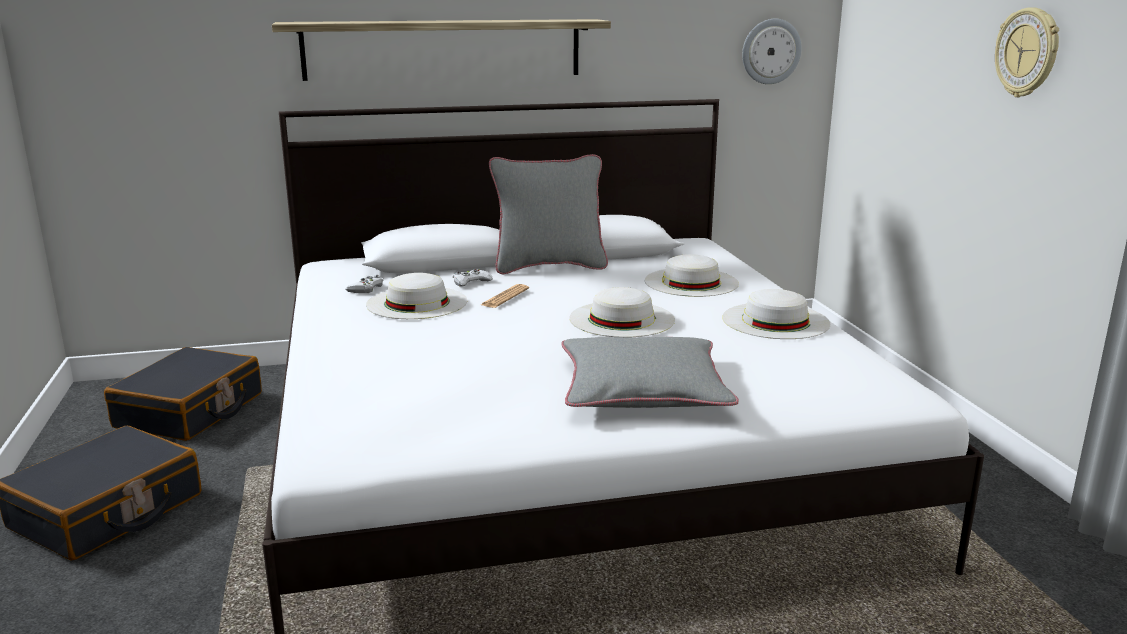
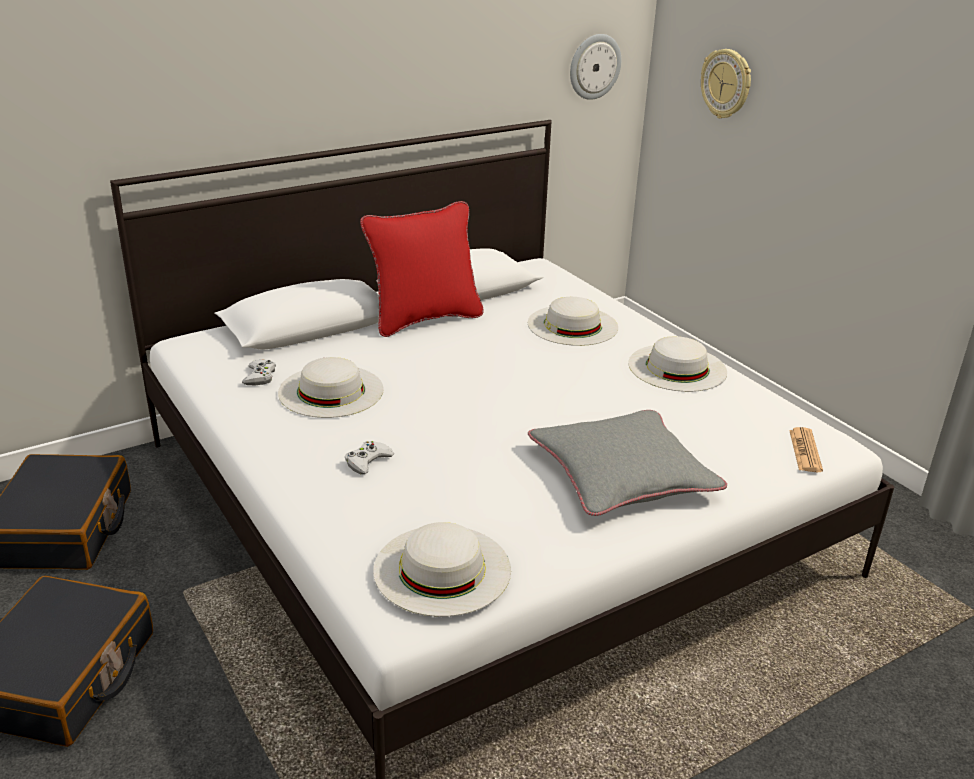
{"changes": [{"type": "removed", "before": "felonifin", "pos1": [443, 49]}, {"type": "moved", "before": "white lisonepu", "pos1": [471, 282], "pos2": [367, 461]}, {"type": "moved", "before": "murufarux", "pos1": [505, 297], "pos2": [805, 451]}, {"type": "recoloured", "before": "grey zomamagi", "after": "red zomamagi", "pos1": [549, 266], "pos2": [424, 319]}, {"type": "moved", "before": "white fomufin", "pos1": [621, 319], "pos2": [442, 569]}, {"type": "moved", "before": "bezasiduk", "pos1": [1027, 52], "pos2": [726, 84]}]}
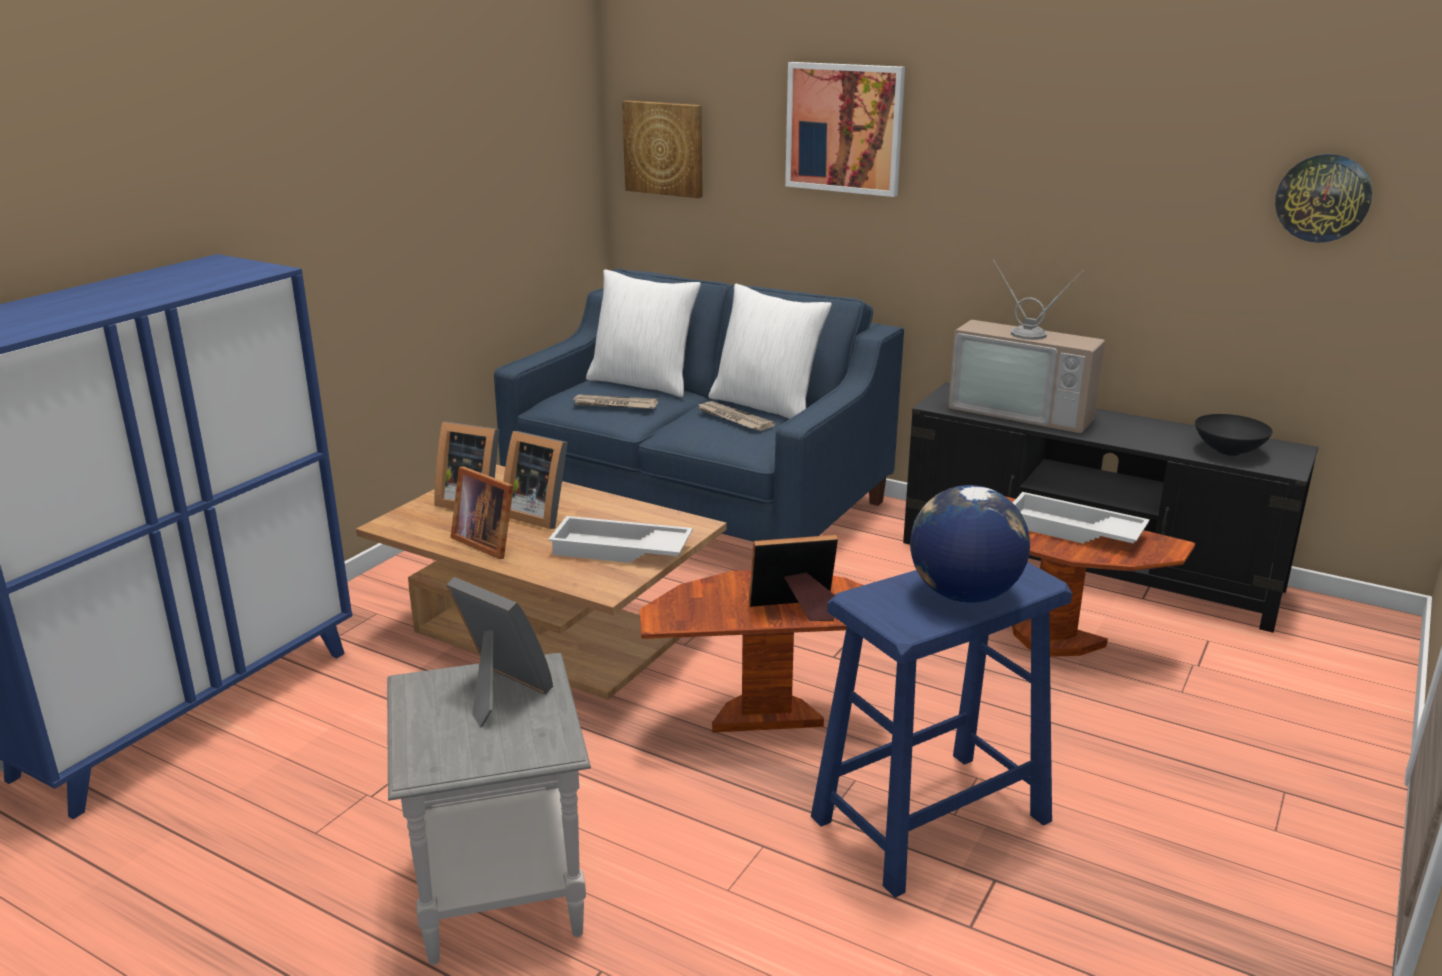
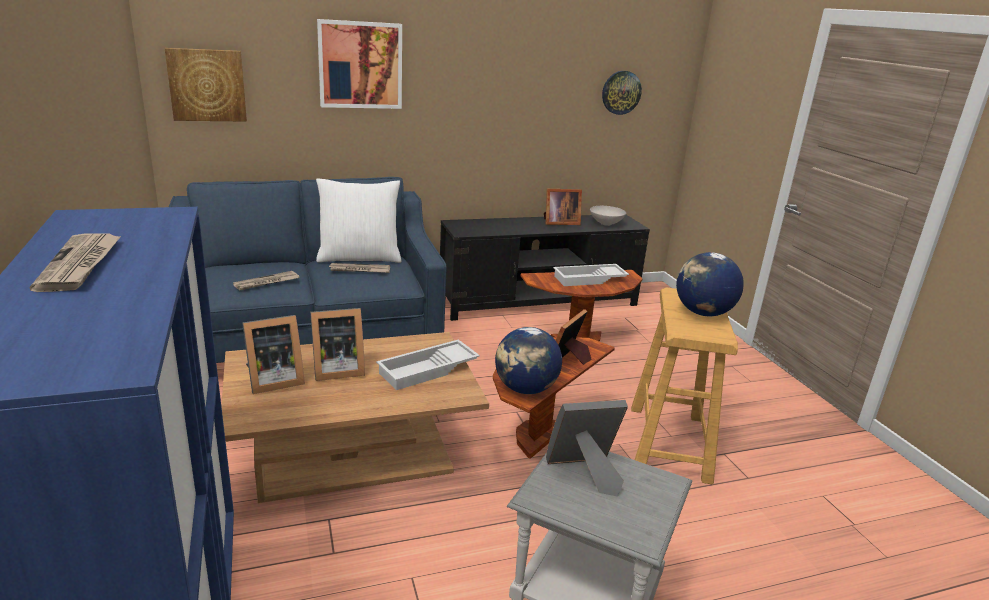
{"changes": [{"type": "moved", "before": "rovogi", "pos1": [487, 542], "pos2": [559, 222]}, {"type": "removed", "before": "white zomamagi", "pos1": [643, 383]}, {"type": "recoloured", "before": "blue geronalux", "after": "beige geronalux", "pos1": [932, 819], "pos2": [669, 443]}, {"type": "removed", "before": "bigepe", "pos1": [1024, 411]}, {"type": "recoloured", "before": "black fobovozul", "after": "white fobovozul", "pos1": [1228, 451], "pos2": [605, 223]}, {"type": "added", "after": "murufarux", "pos2": [80, 265]}, {"type": "added", "after": "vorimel", "pos2": [525, 389]}]}
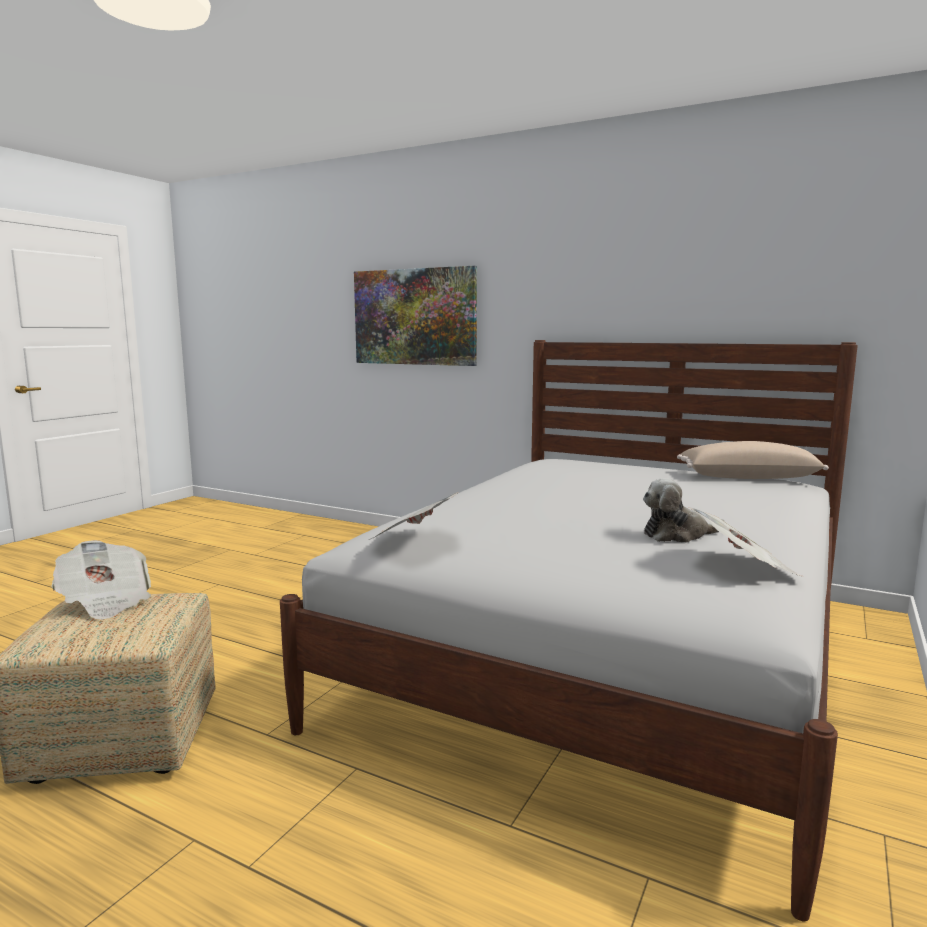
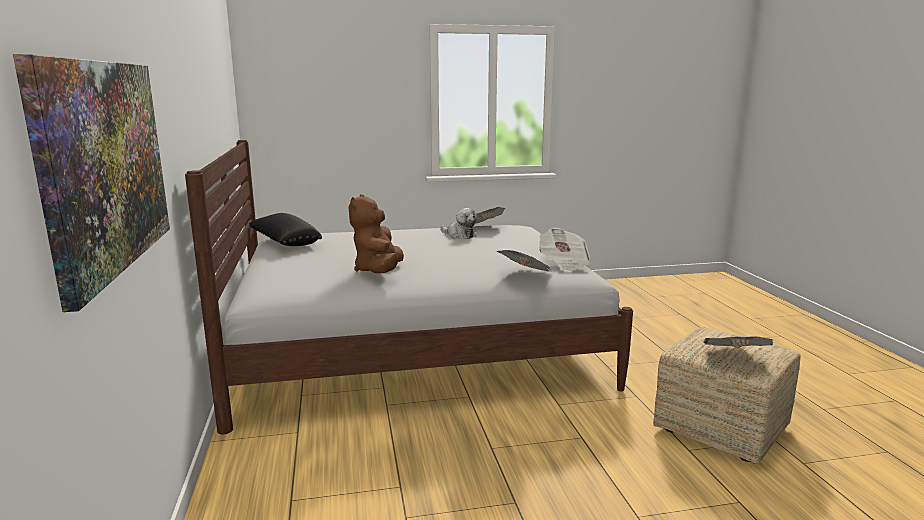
{"changes": [{"type": "recoloured", "before": "beige zomamagi", "after": "black zomamagi", "pos1": [747, 477], "pos2": [284, 242]}, {"type": "added", "after": "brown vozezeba", "pos2": [379, 271]}, {"type": "added", "after": "murufarux", "pos2": [526, 276]}]}
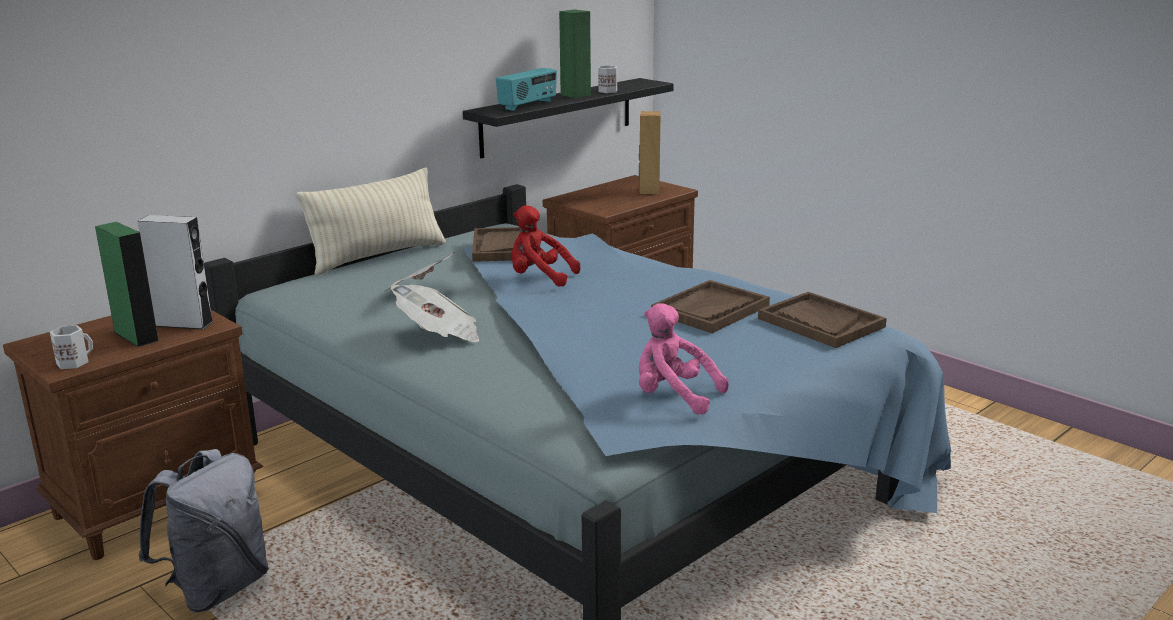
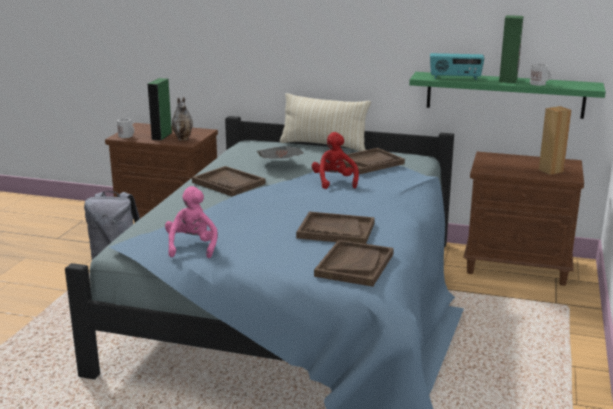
{"changes": [{"type": "replaced", "before": "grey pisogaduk", "after": "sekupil", "pos1": [184, 323], "pos2": [183, 138]}, {"type": "replaced", "before": "murufarux", "after": "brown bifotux", "pos1": [439, 335], "pos2": [228, 183]}, {"type": "recoloured", "before": "black felonifin", "after": "green felonifin", "pos1": [557, 117], "pos2": [504, 95]}]}
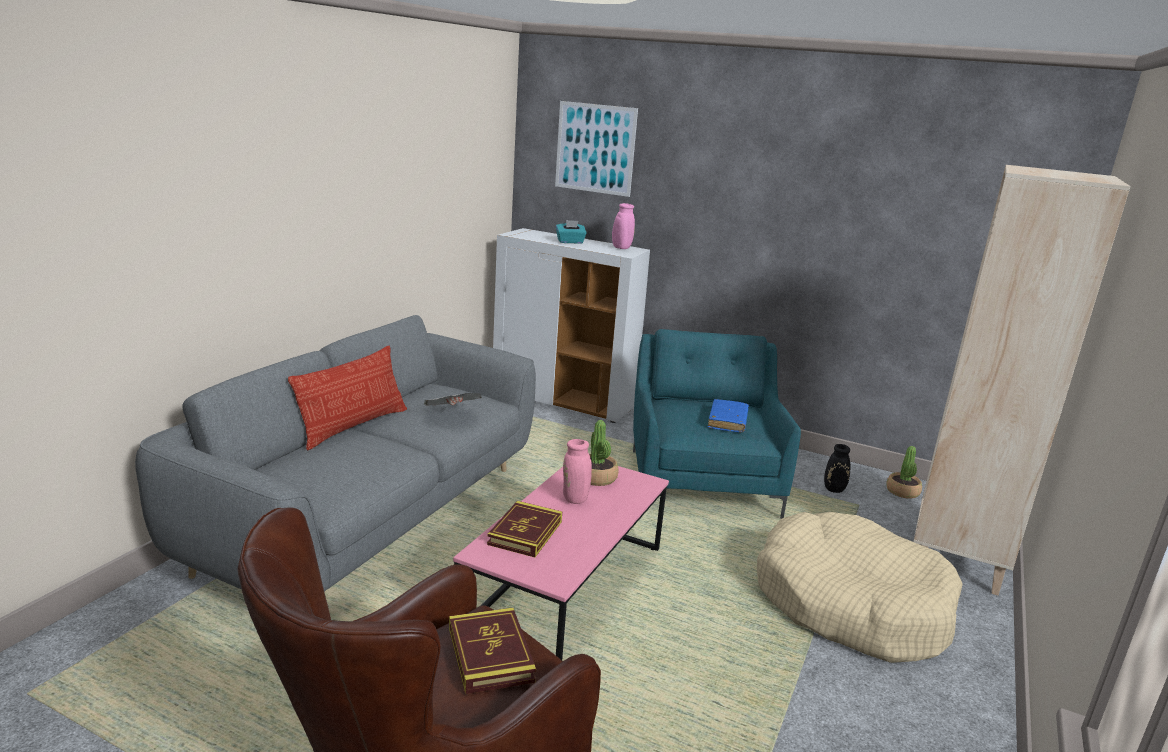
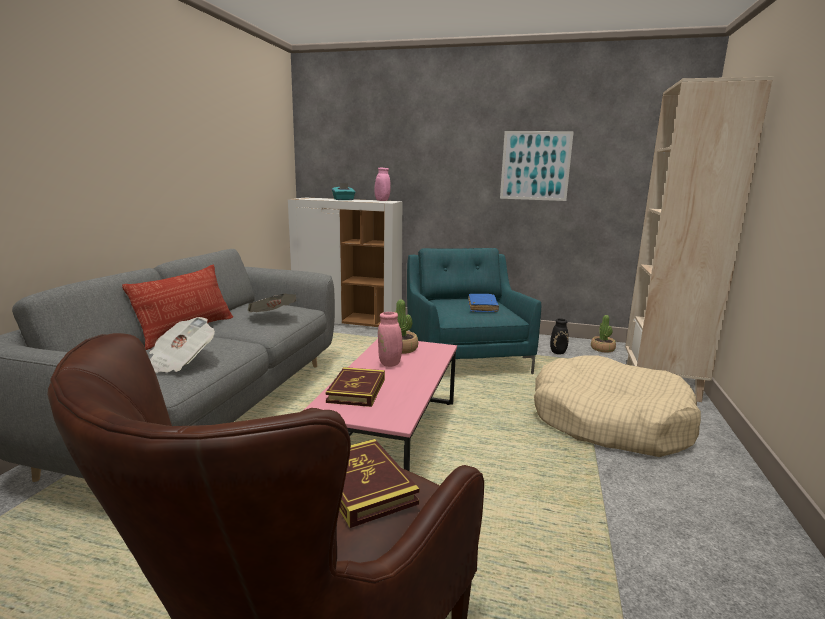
{"changes": [{"type": "moved", "before": "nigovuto", "pos1": [595, 148], "pos2": [535, 166]}, {"type": "added", "after": "murufarux", "pos2": [179, 362]}]}
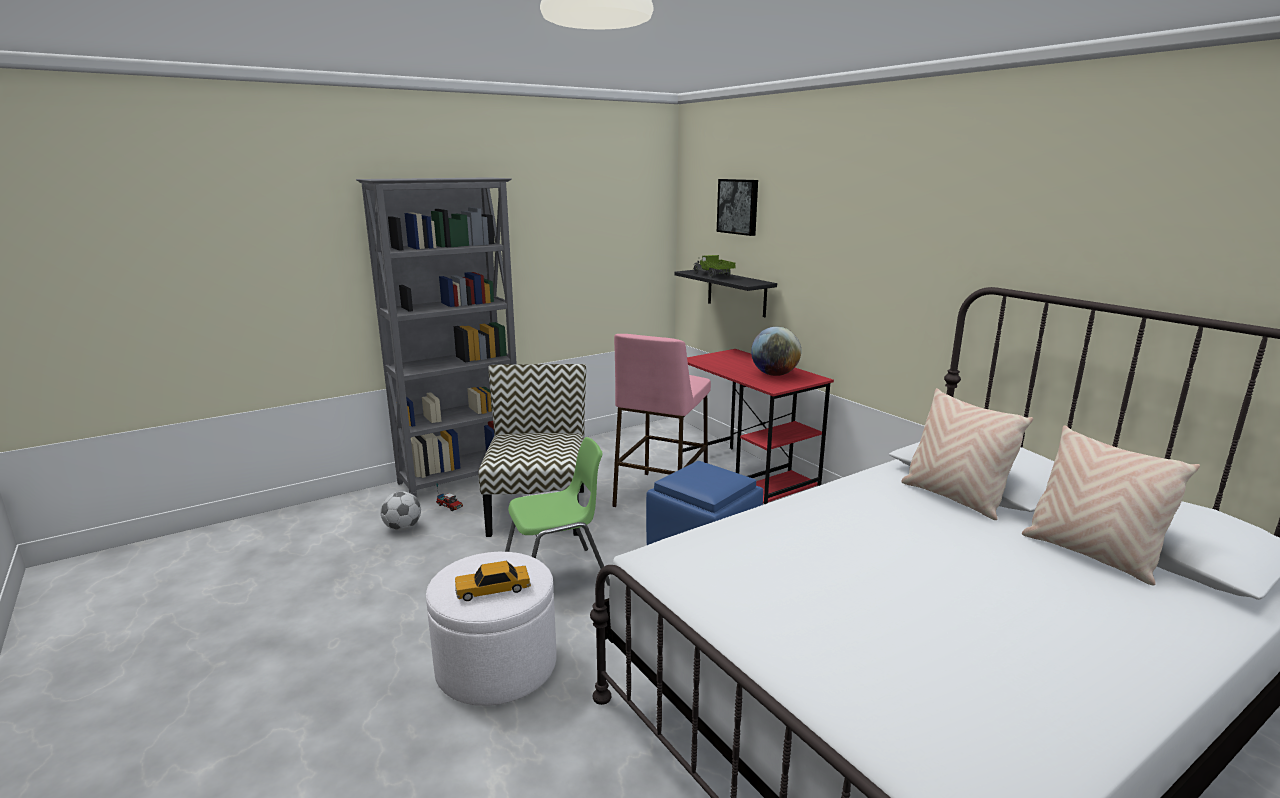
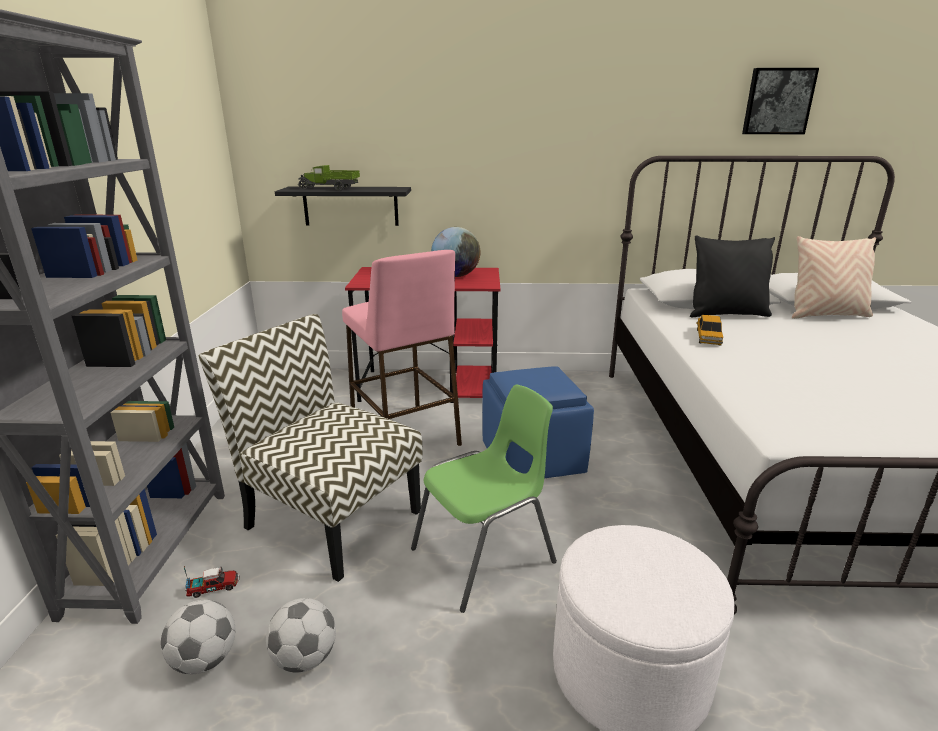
{"changes": [{"type": "moved", "before": "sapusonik", "pos1": [492, 589], "pos2": [708, 337]}, {"type": "turned", "before": "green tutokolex", "pos1": [557, 575], "pos2": [486, 556], "turn": 45}, {"type": "moved", "before": "nigovuto", "pos1": [739, 206], "pos2": [777, 101]}, {"type": "recoloured", "before": "beige zomamagi", "after": "black zomamagi", "pos1": [953, 498], "pos2": [726, 314]}, {"type": "added", "after": "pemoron", "pos2": [305, 658]}]}
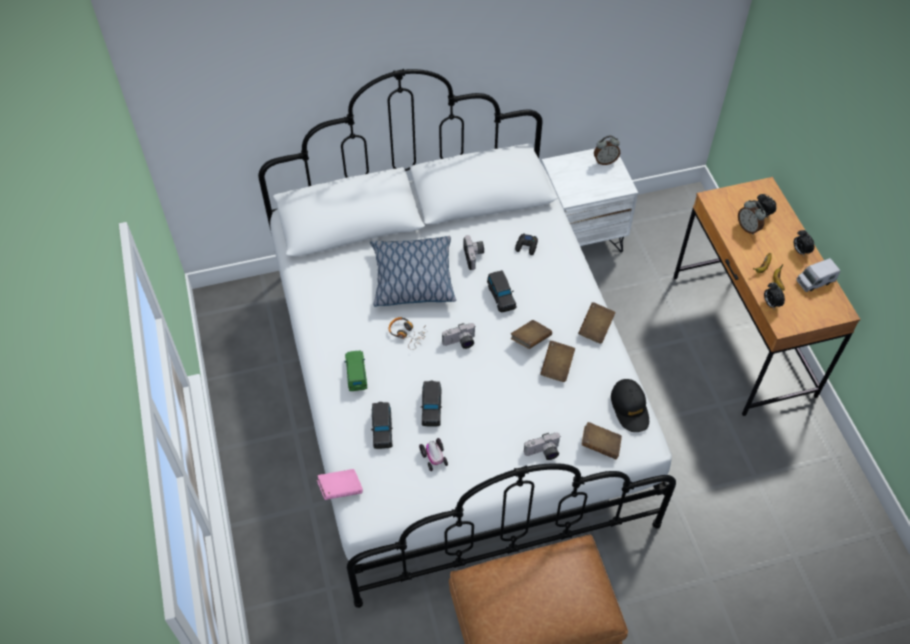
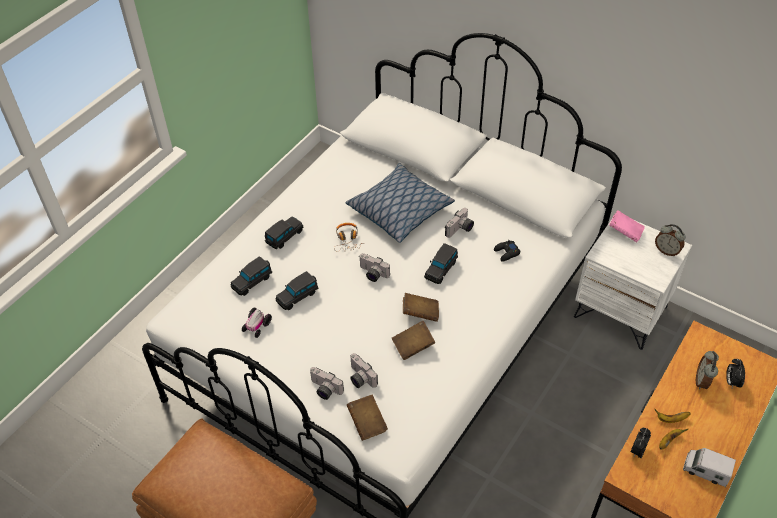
{"changes": [{"type": "moved", "before": "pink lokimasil", "pos1": [340, 489], "pos2": [625, 232]}, {"type": "recoloured", "before": "green sapusonik", "after": "black sapusonik", "pos1": [356, 375], "pos2": [284, 237]}, {"type": "removed", "before": "brown lokimasil", "pos1": [595, 328]}, {"type": "removed", "before": "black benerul", "pos1": [630, 408]}, {"type": "removed", "before": "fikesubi", "pos1": [800, 251]}, {"type": "added", "after": "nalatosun", "pos2": [359, 378]}]}
